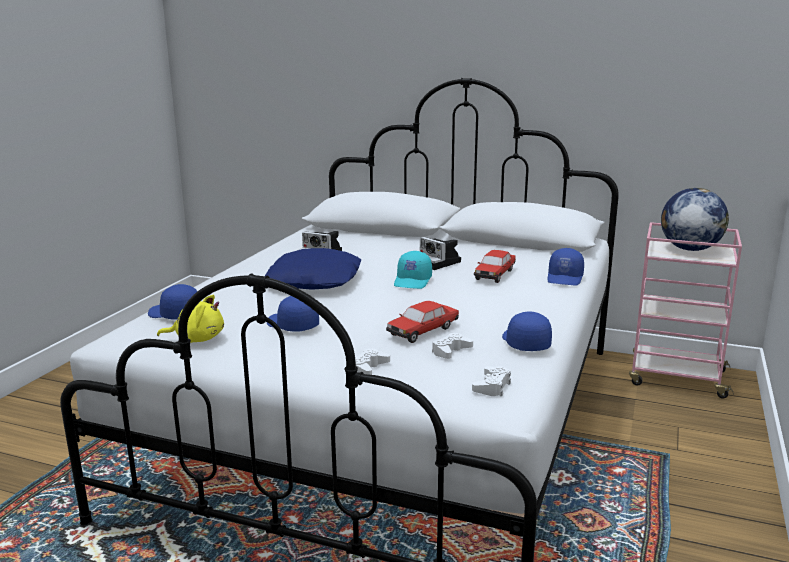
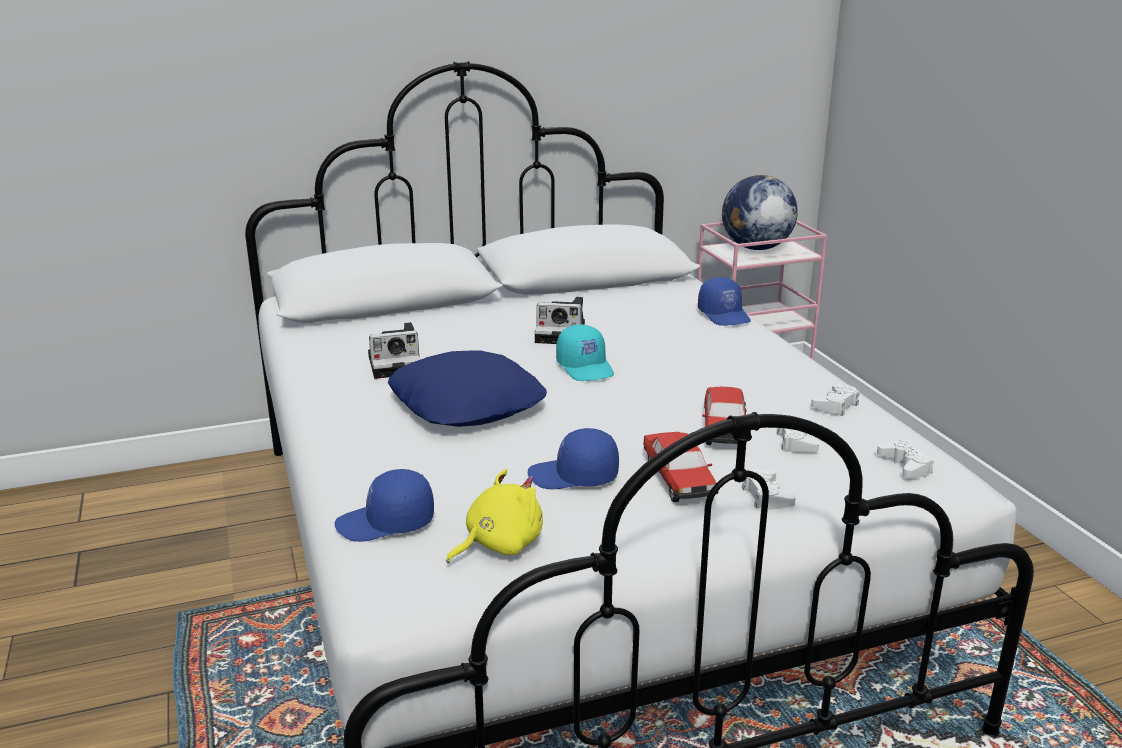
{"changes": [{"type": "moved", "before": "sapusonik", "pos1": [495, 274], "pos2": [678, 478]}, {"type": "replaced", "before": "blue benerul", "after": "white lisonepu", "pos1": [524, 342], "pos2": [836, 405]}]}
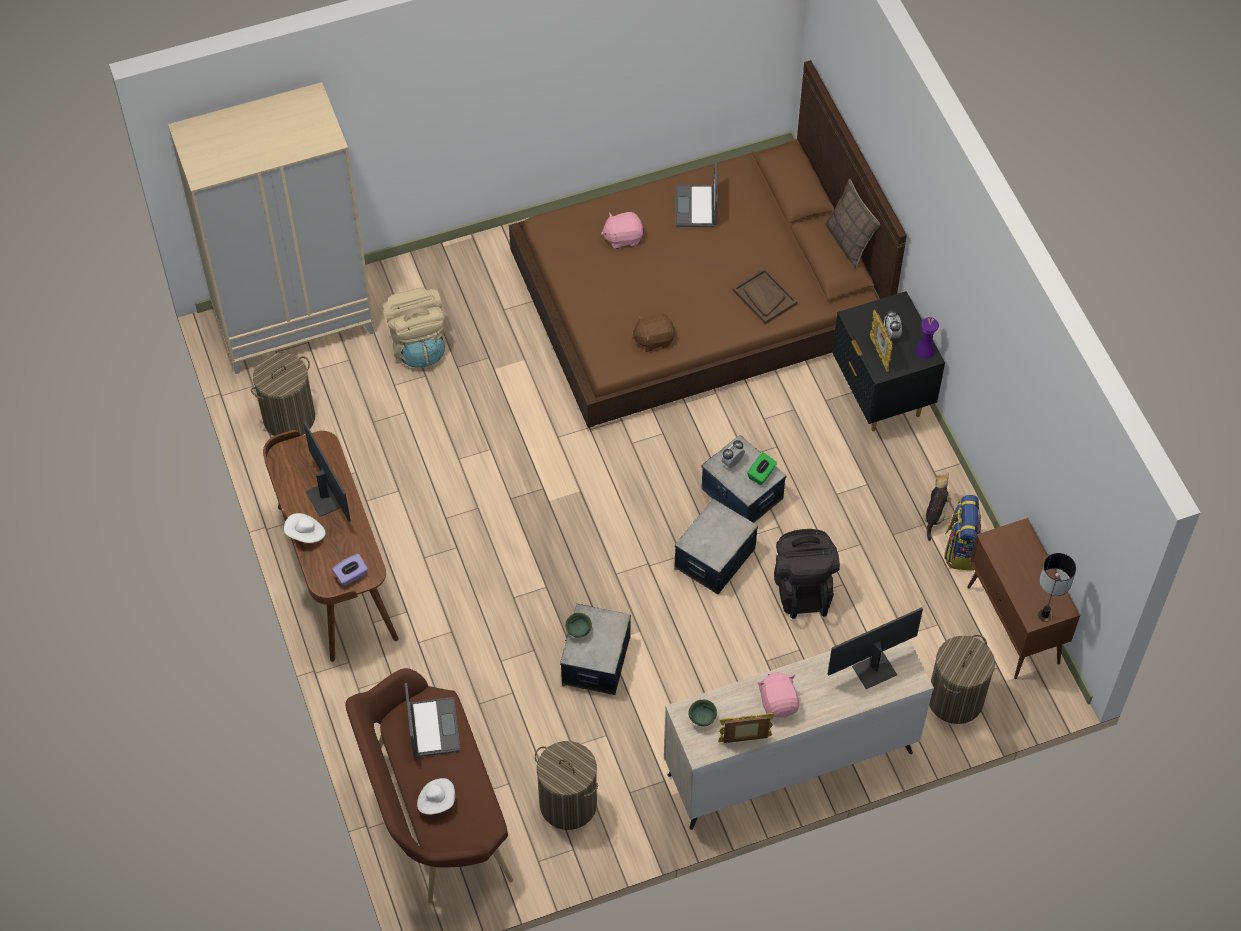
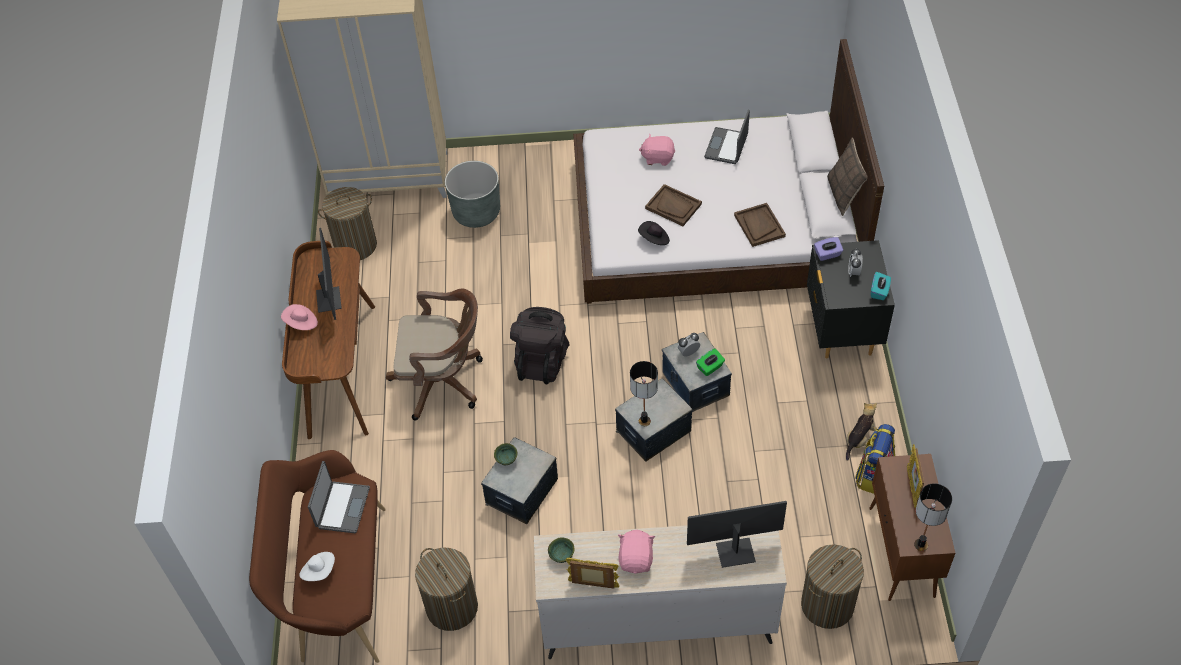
{"changes": [{"type": "recoloured", "before": "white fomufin", "after": "pink fomufin", "pos1": [306, 534], "pos2": [301, 323]}, {"type": "moved", "before": "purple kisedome", "pos1": [351, 575], "pos2": [827, 254]}, {"type": "replaced", "before": "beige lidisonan", "after": "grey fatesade", "pos1": [418, 344], "pos2": [476, 212]}, {"type": "recoloured", "before": "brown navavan", "after": "white navavan", "pos1": [699, 296], "pos2": [714, 222]}, {"type": "replaced", "before": "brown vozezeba", "after": "black fomufin", "pos1": [653, 339], "pos2": [654, 239]}, {"type": "moved", "before": "black lidisonan", "pos1": [802, 588], "pos2": [542, 361]}, {"type": "moved", "before": "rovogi", "pos1": [879, 354], "pos2": [912, 488]}, {"type": "replaced", "before": "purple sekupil", "after": "turquoise kisedome", "pos1": [925, 351], "pos2": [879, 291]}, {"type": "added", "after": "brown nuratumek", "pos2": [443, 382]}, {"type": "added", "after": "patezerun", "pos2": [644, 421]}, {"type": "added", "after": "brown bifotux", "pos2": [673, 206]}]}
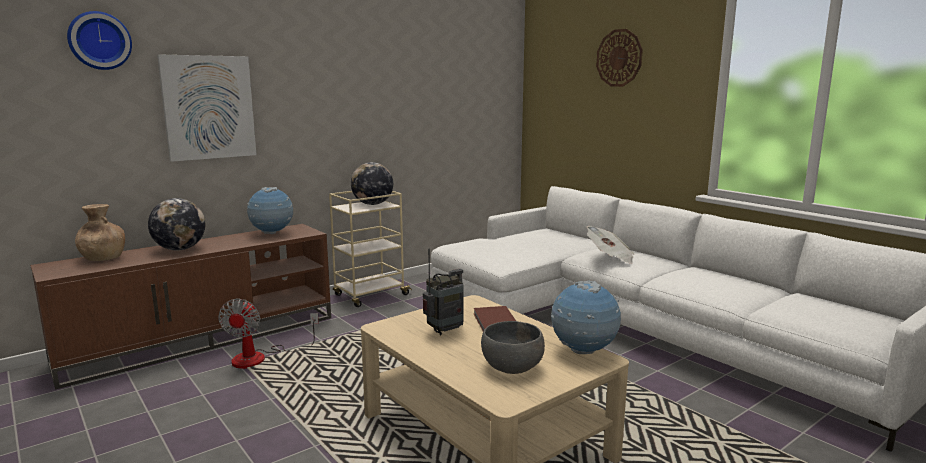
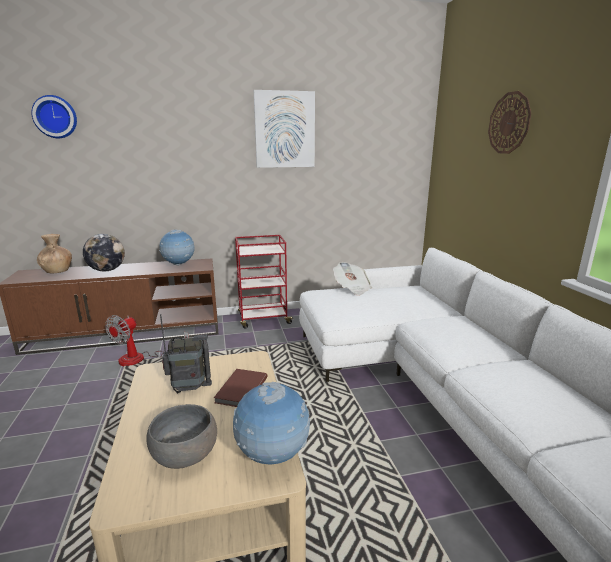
{"changes": [{"type": "moved", "before": "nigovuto", "pos1": [208, 107], "pos2": [284, 130]}, {"type": "recoloured", "before": "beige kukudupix", "after": "red kukudupix", "pos1": [370, 295], "pos2": [263, 319]}, {"type": "removed", "before": "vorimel", "pos1": [372, 204]}, {"type": "moved", "before": "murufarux", "pos1": [610, 257], "pos2": [352, 288]}]}
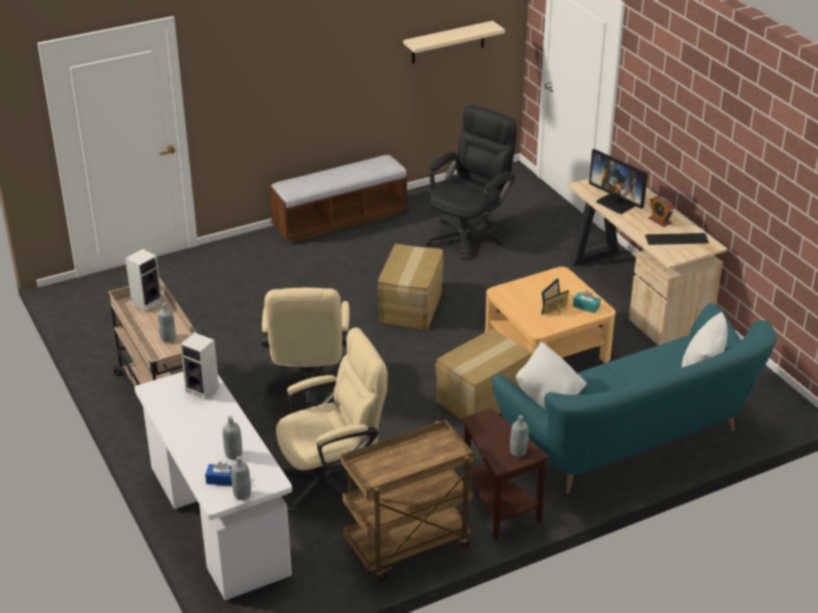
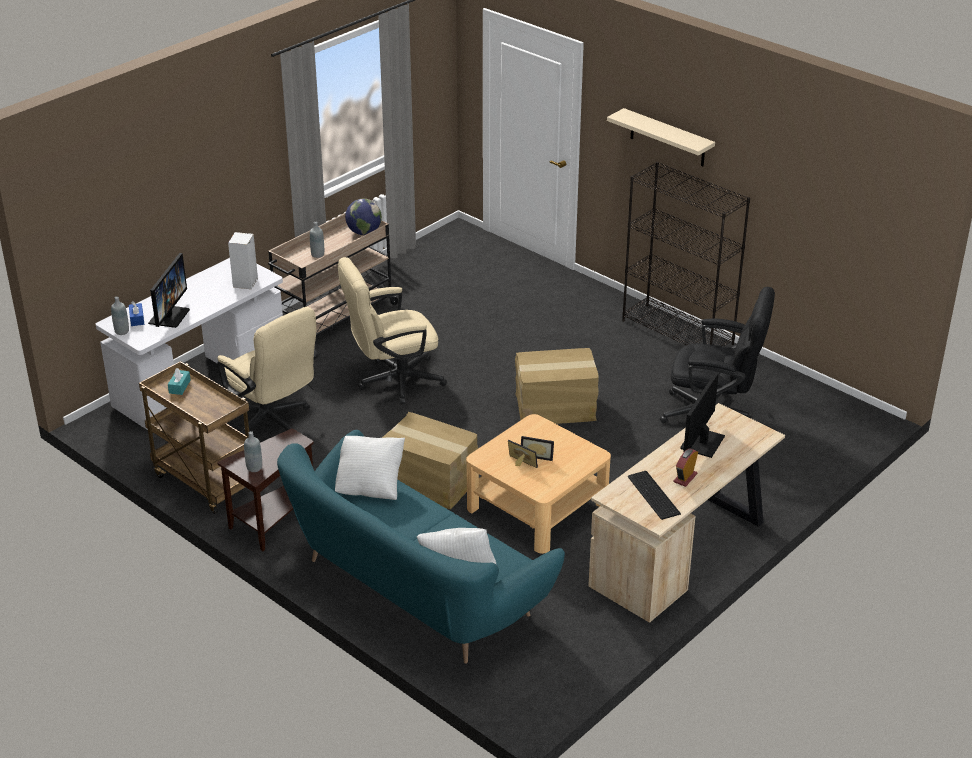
{"changes": [{"type": "replaced", "before": "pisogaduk", "after": "vorimel", "pos1": [147, 302], "pos2": [364, 232]}, {"type": "replaced", "before": "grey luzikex", "after": "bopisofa", "pos1": [233, 454], "pos2": [169, 316]}, {"type": "replaced", "before": "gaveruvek", "after": "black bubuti", "pos1": [340, 219], "pos2": [678, 332]}, {"type": "moved", "before": "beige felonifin", "pos1": [448, 42], "pos2": [667, 138]}, {"type": "moved", "before": "turquoise kisedome", "pos1": [586, 307], "pos2": [179, 386]}]}
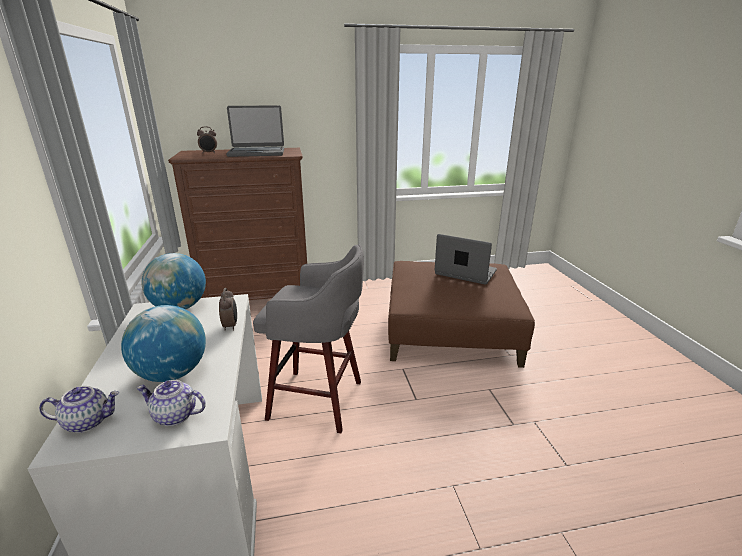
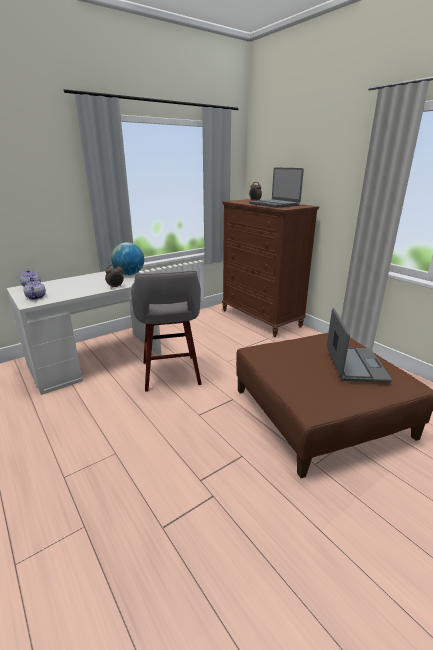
{"changes": [{"type": "removed", "before": "vorimel", "pos1": [172, 373]}]}
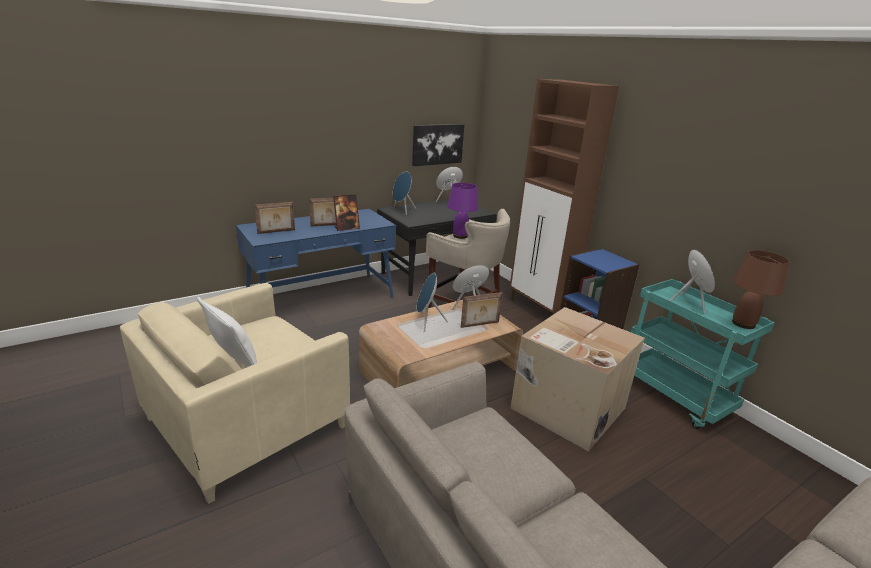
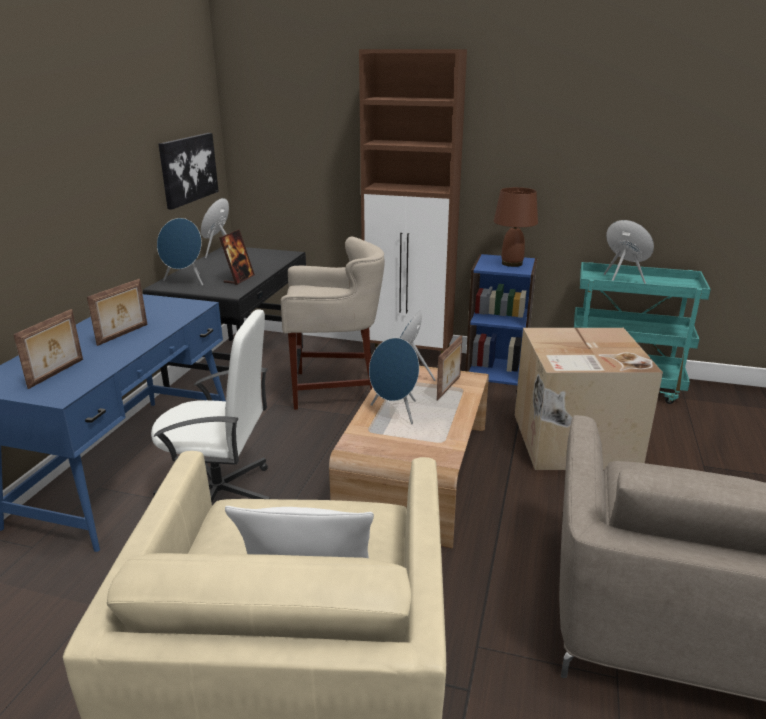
{"changes": [{"type": "moved", "before": "rovogi", "pos1": [347, 228], "pos2": [239, 279]}, {"type": "removed", "before": "purple patezerun", "pos1": [460, 236]}, {"type": "moved", "before": "brown patezerun", "pos1": [744, 324], "pos2": [512, 263]}, {"type": "added", "after": "white nuratumek", "pos2": [221, 496]}]}
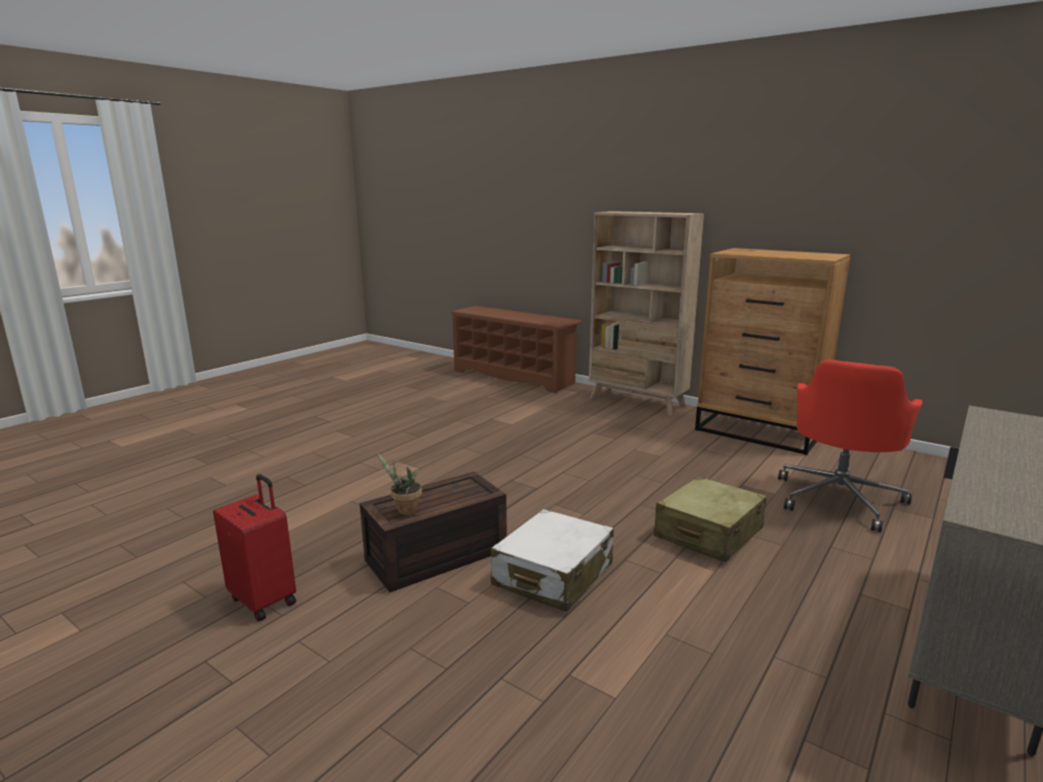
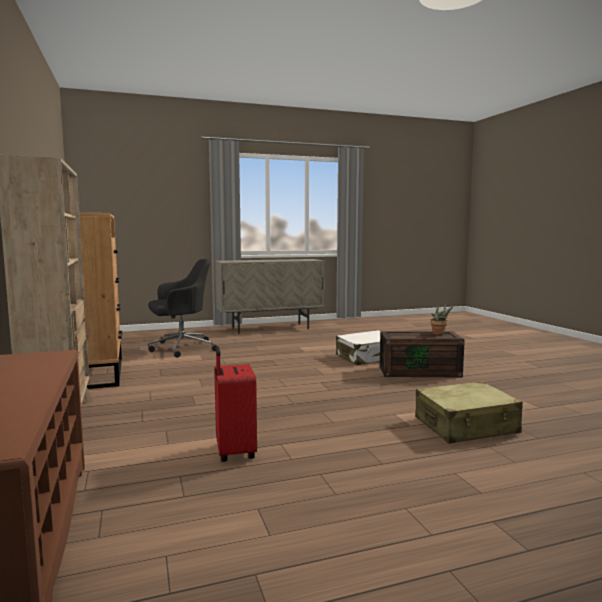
{"changes": [{"type": "moved", "before": "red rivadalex", "pos1": [265, 600], "pos2": [234, 452]}, {"type": "moved", "before": "beige rivadalex", "pos1": [708, 533], "pos2": [466, 426]}, {"type": "recoloured", "before": "red nuratumek", "after": "black nuratumek", "pos1": [839, 498], "pos2": [181, 348]}]}
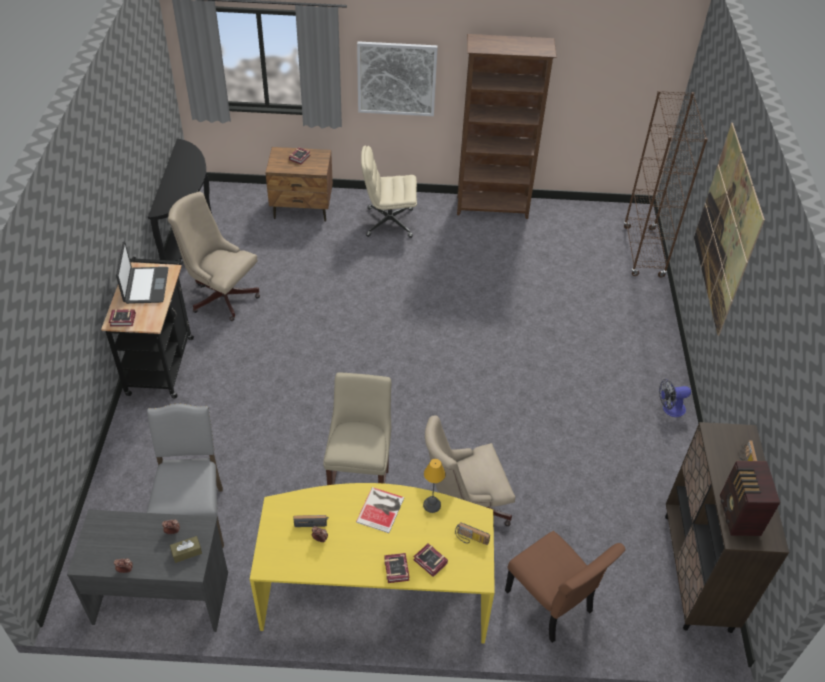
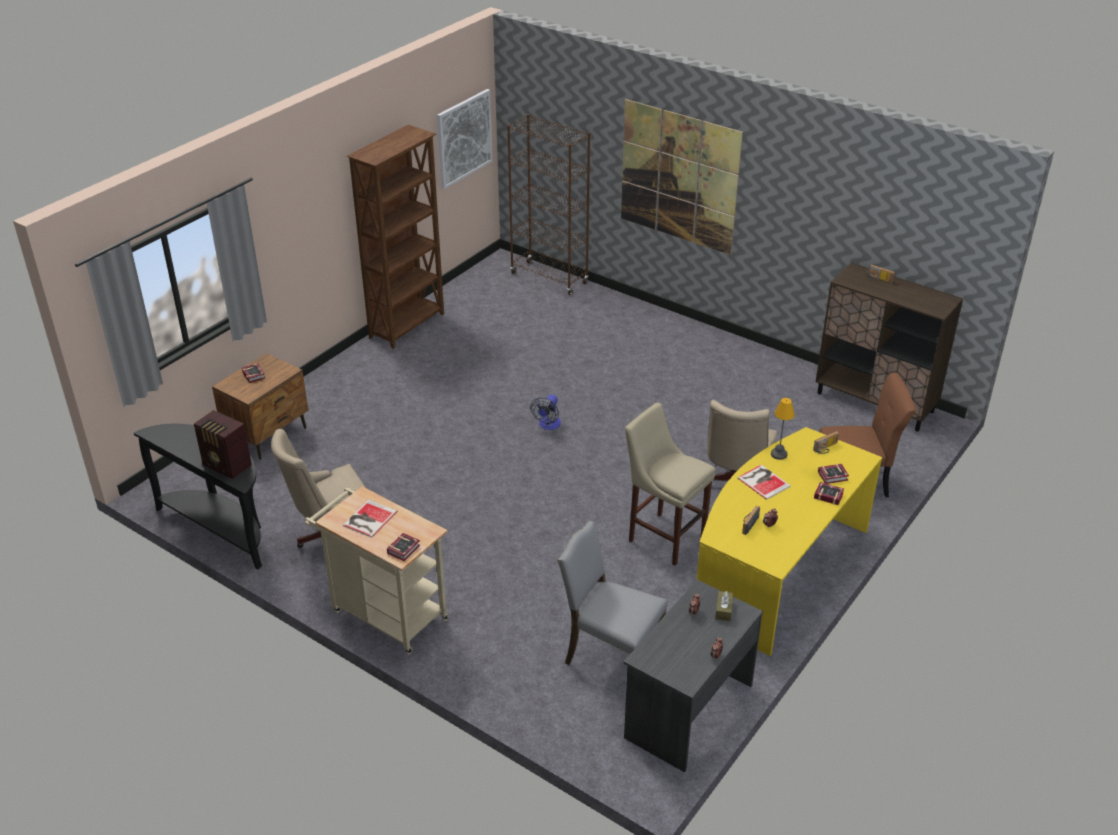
{"changes": [{"type": "recoloured", "before": "black kukudupix", "after": "beige kukudupix", "pos1": [161, 361], "pos2": [384, 613]}, {"type": "replaced", "before": "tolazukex", "after": "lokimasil", "pos1": [145, 286], "pos2": [368, 519]}, {"type": "moved", "before": "nigovuto", "pos1": [396, 78], "pos2": [464, 138]}, {"type": "removed", "before": "beige nuratumek", "pos1": [388, 223]}, {"type": "moved", "before": "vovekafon", "pos1": [669, 409], "pos2": [548, 425]}, {"type": "moved", "before": "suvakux", "pos1": [738, 516], "pos2": [227, 466]}]}
